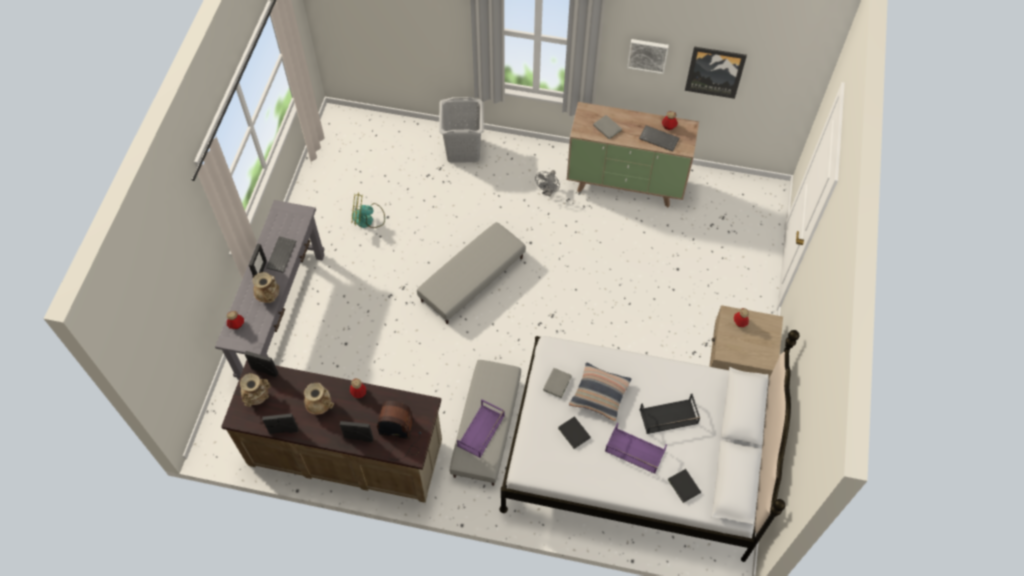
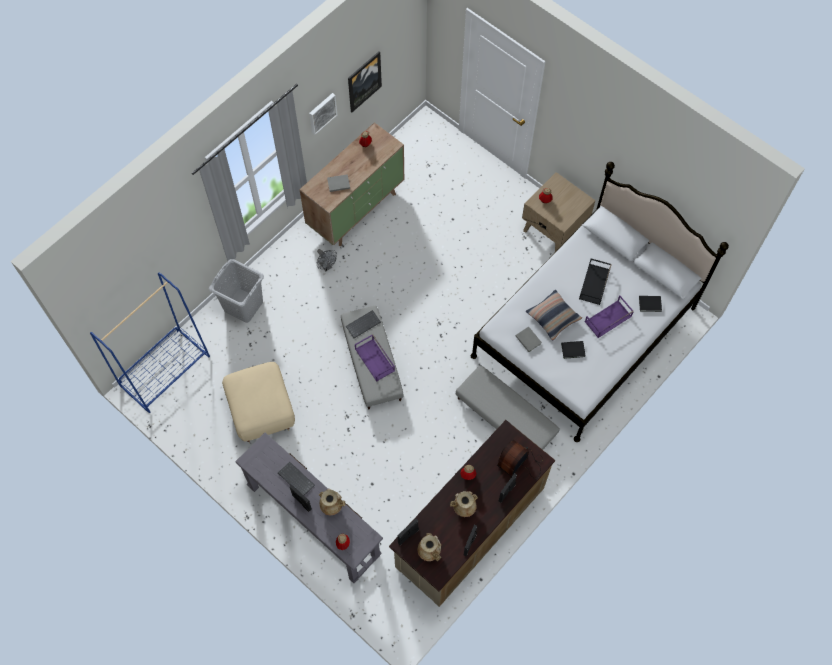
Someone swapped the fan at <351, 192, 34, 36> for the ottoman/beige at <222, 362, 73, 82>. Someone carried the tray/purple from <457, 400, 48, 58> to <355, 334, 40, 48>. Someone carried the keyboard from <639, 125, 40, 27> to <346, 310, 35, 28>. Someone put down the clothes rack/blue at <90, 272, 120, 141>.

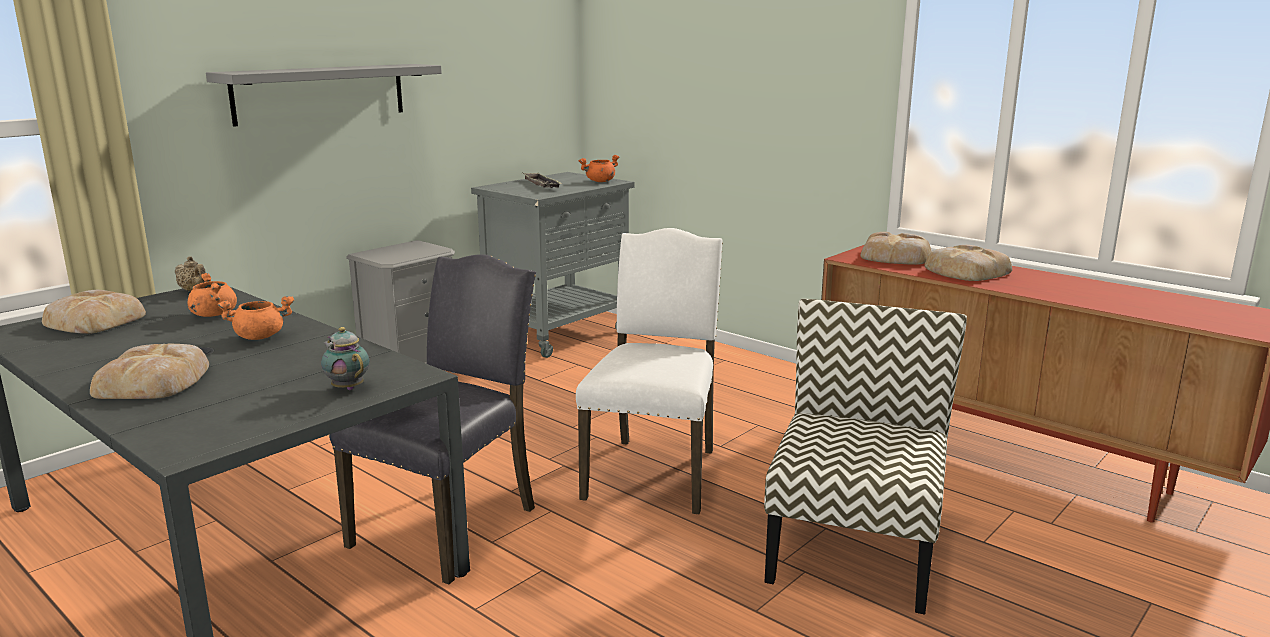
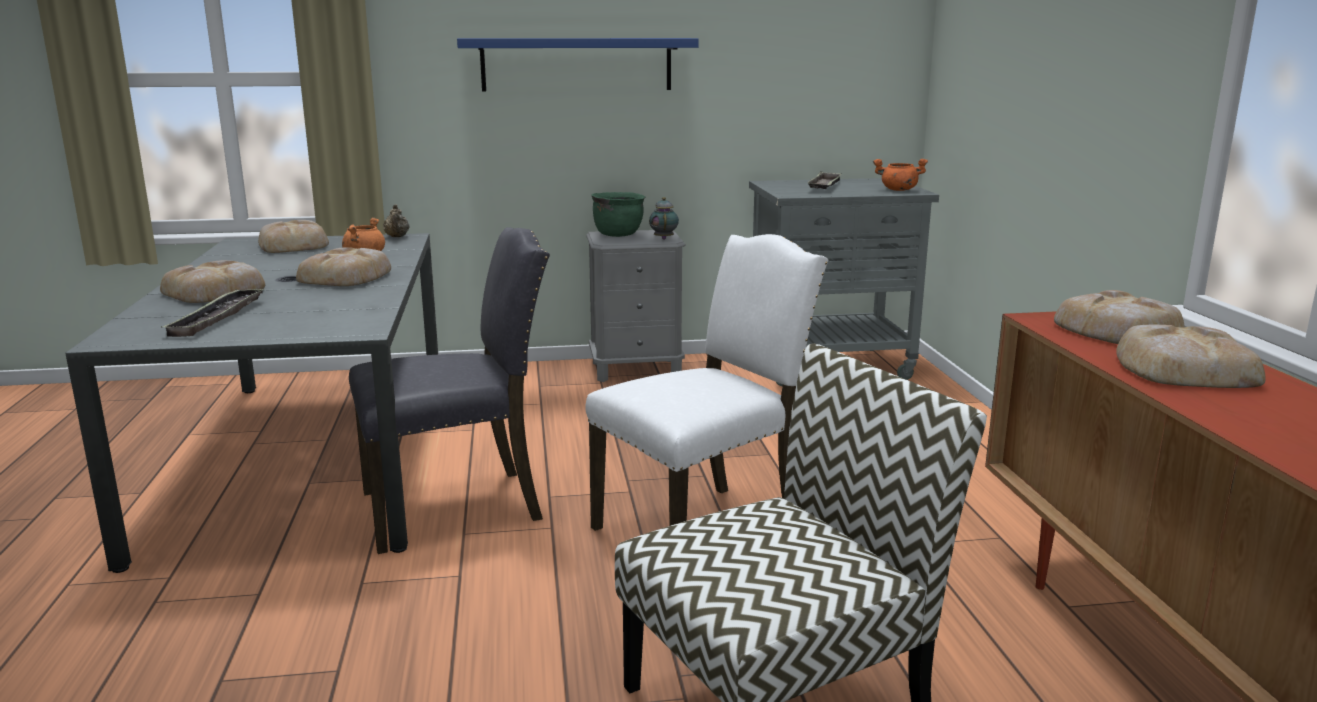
Someone repainted the shelf/grey at <206, 64, 236, 63>, which became the shelf/blue at <457, 38, 242, 54>. Someone swapped the cooking pot/orange at <218, 296, 76, 44> for the bread at <296, 247, 95, 39>. Someone carried the teapot from <321, 327, 48, 63> to <649, 197, 30, 43>. Someone put down the tray at <161, 289, 103, 48>. Someone put down the cooking pot/green at <591, 192, 54, 45>.

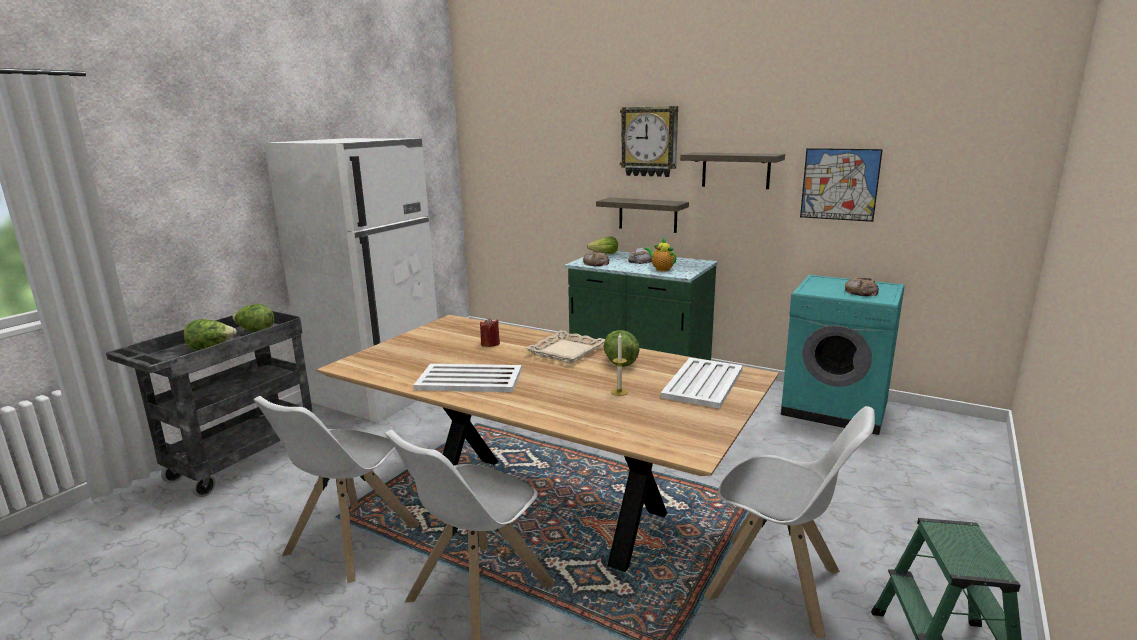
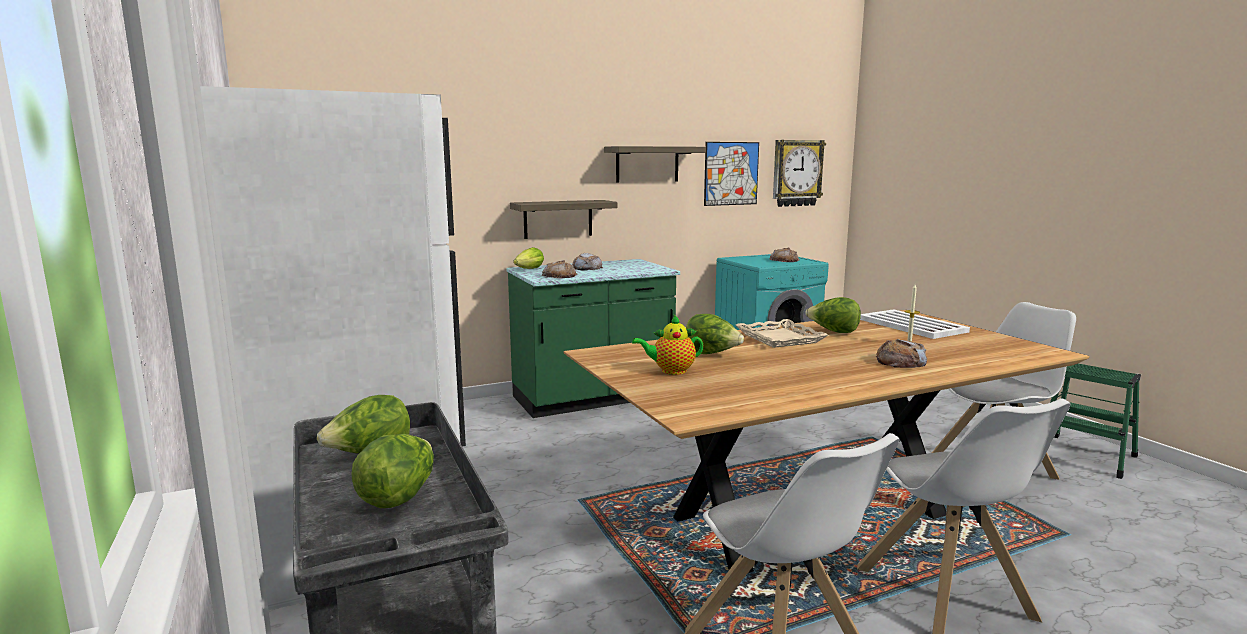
Someone took away the tray/white at <413, 364, 109, 28>. Someone swapped the candle/red at <480, 317, 20, 30> for the lettuce at <686, 314, 58, 40>. Someone carried the wall clock from <620, 106, 58, 71> to <773, 140, 53, 67>. Someone carried the teapot from <645, 238, 32, 33> to <632, 315, 71, 60>. Someone put down the bread at <876, 339, 51, 29>.

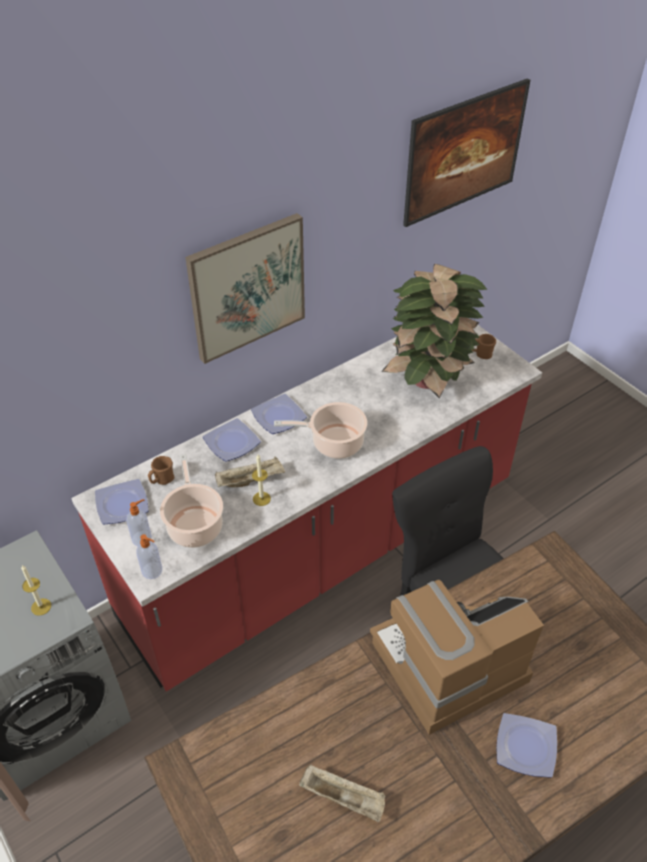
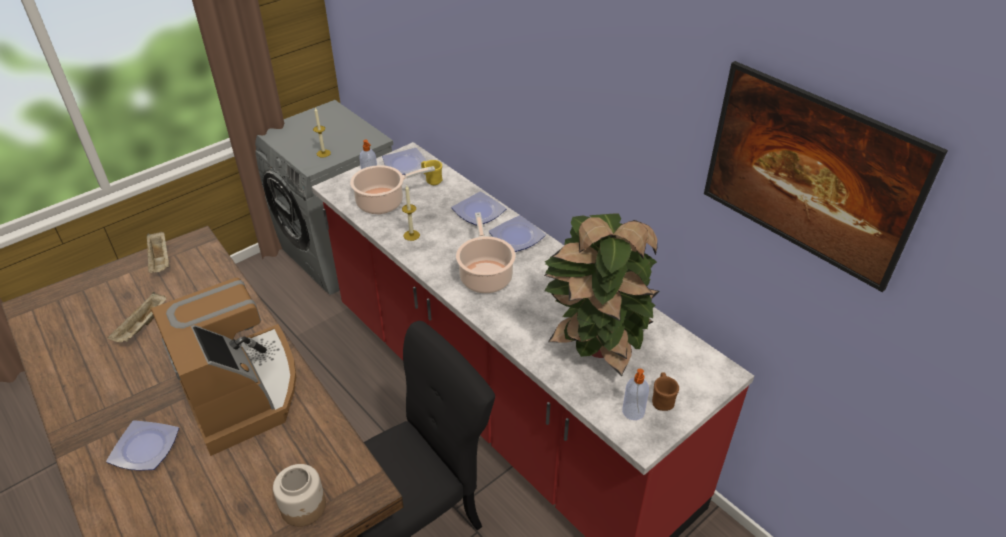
Someone carried the soap dispenser from <137, 534, 25, 45> to <622, 369, 27, 51>. Someone repainted the mug/brown at <148, 456, 26, 29>, which became the mug/yellow at <421, 160, 22, 25>. Someone took away the picture at <185, 213, 120, 151>. Someone carried the tray/beige from <215, 457, 70, 30> to <147, 231, 22, 42>. Someone put down the jar at <273, 464, 53, 63>.

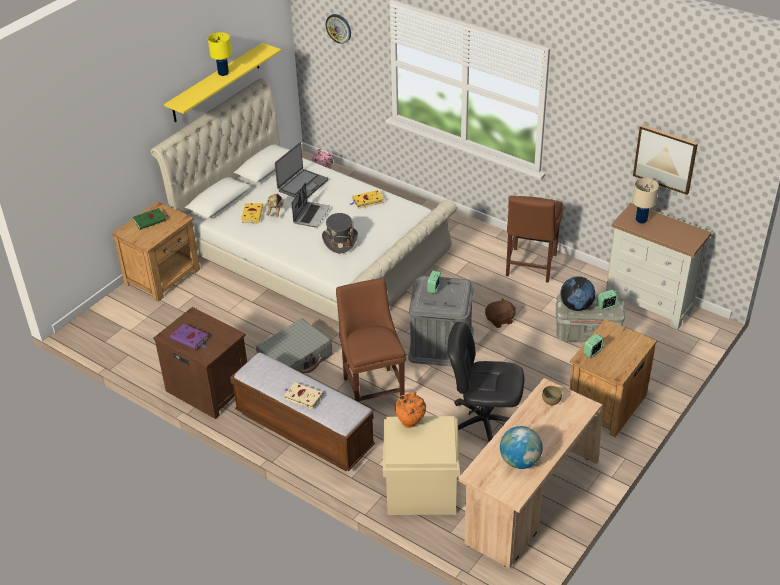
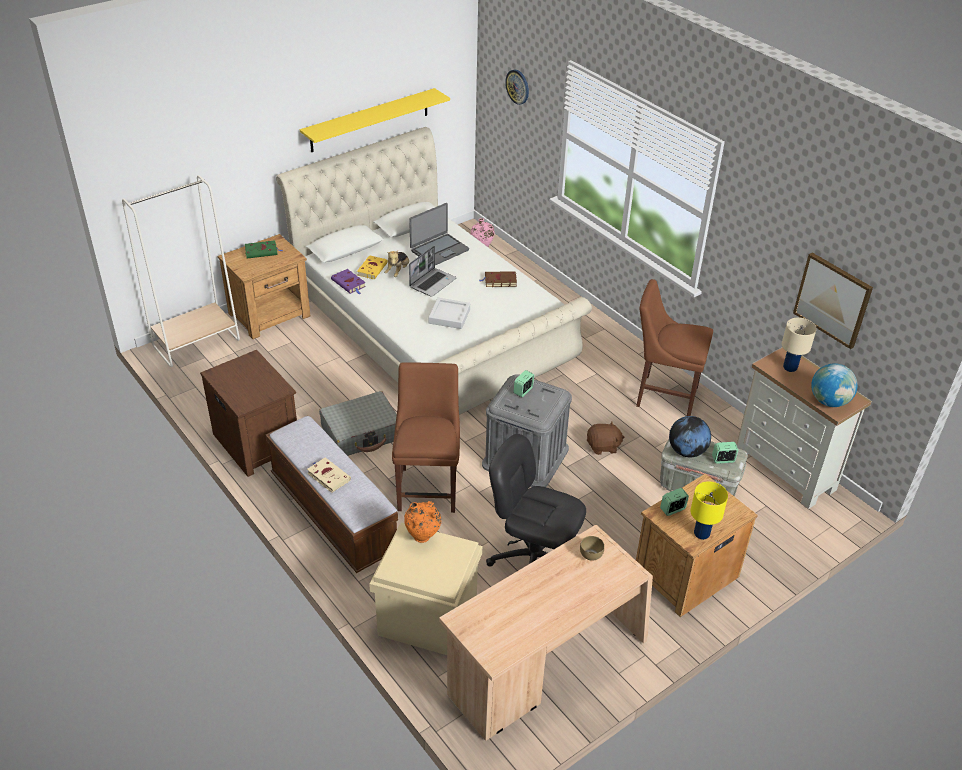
Someone carried the book/purple from <170, 324, 39, 26> to <331, 269, 35, 25>. Someone carried the table lamp/yellow from <208, 32, 24, 44> to <691, 481, 37, 59>. Someone swapped the hat/grey at <322, 213, 36, 41> for the tray/grey at <428, 298, 42, 31>. Someone repainted the book/yellow at <350, 190, 34, 19>, which became the book/brown at <480, 271, 37, 16>. Someone carried the globe from <500, 426, 43, 43> to <811, 363, 47, 44>. Someone rotated the chair/brown at <506, 195, 57, 88> by 75 degrees clockwise. Someone put down the clothes rack at <122, 175, 118, 192>.

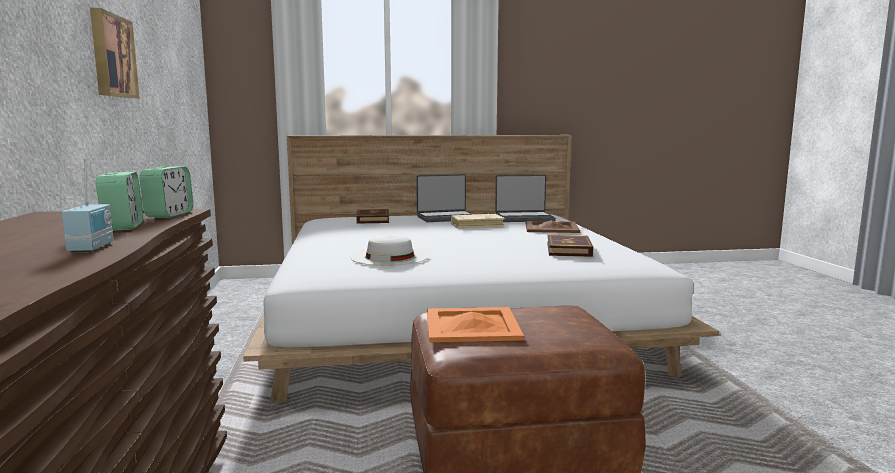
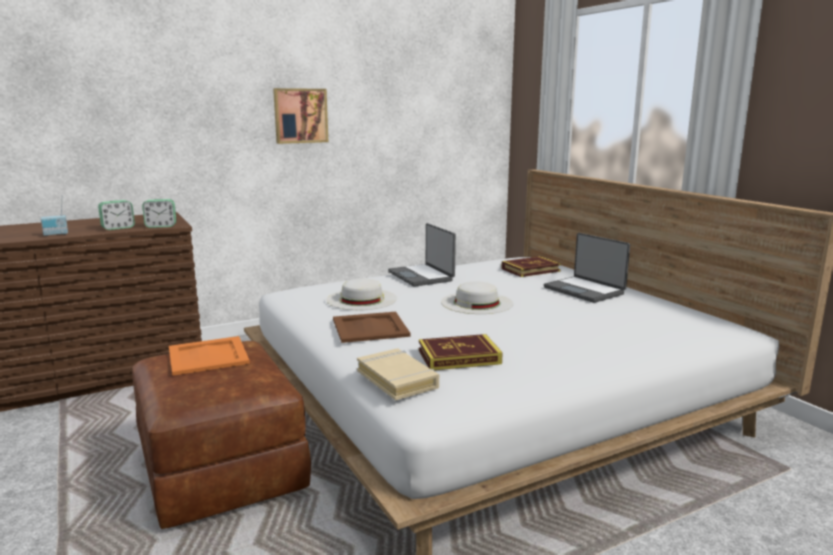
Someone carried the book/beige from <451, 214, 53, 15> to <357, 348, 82, 52>. Someone carried the laptop from <495, 175, 61, 47> to <388, 223, 68, 64>. Someone carried the tray/brown from <526, 220, 54, 13> to <333, 312, 78, 31>. Someone put down the hat/white at <441, 282, 72, 32>.

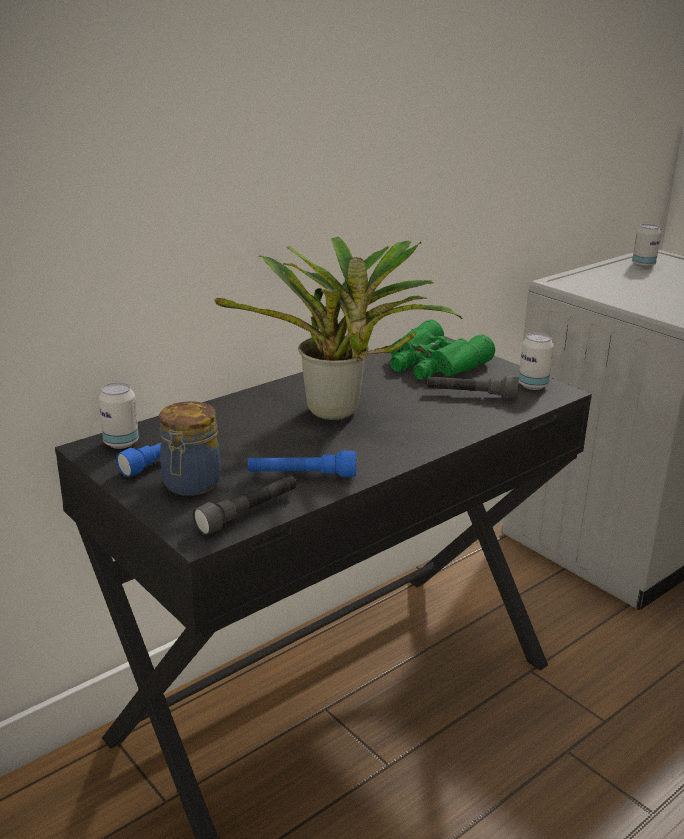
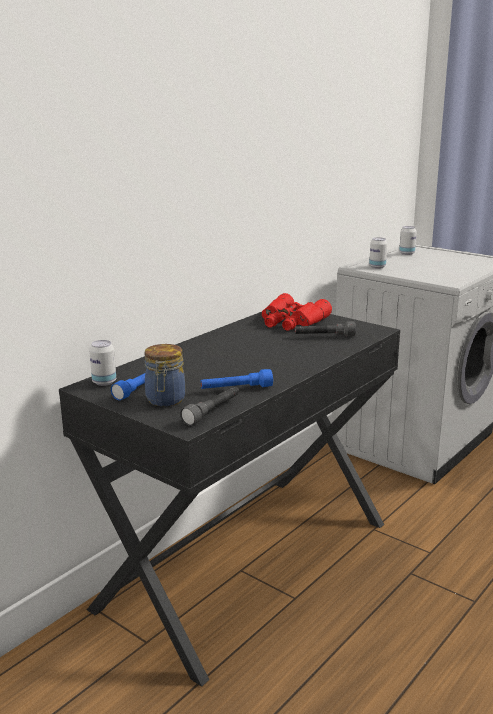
Someone took away the potted plant at <214, 237, 249, 183>. Someone repainted the binoculars/green at <390, 320, 105, 60>, which became the binoculars/red at <262, 293, 70, 38>. Someone carried the can from <519, 332, 35, 58> to <369, 237, 18, 32>.

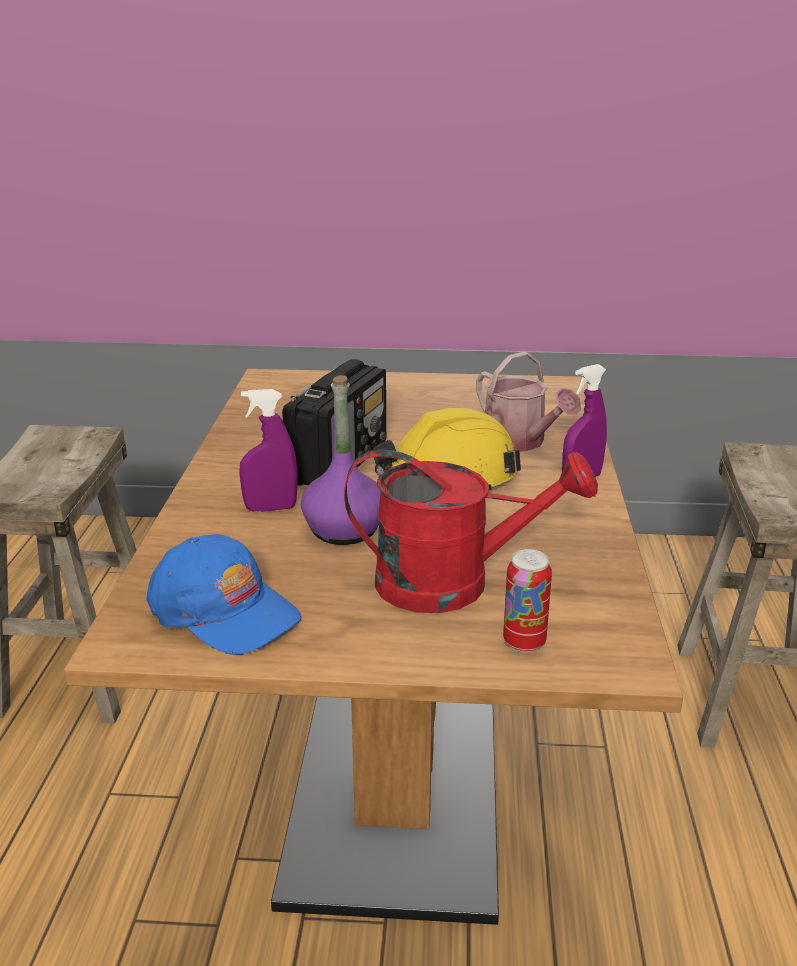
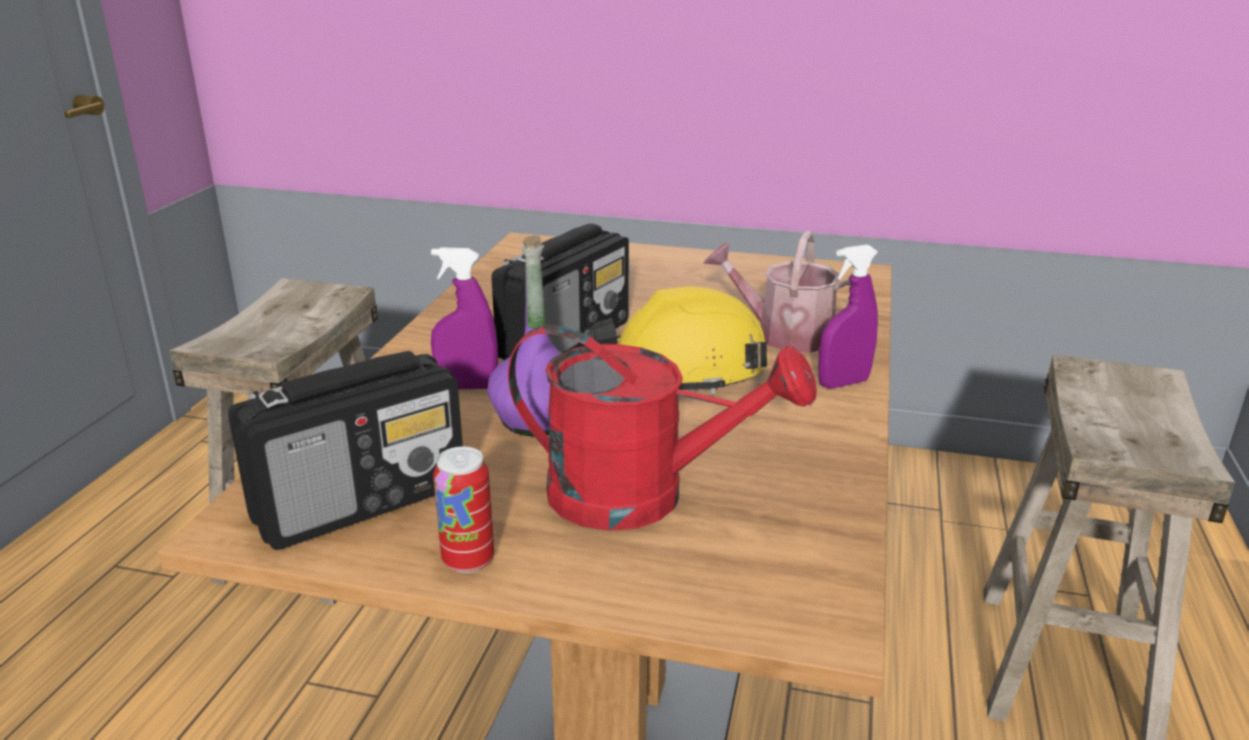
Someone swapped the cap/blue at <147, 534, 154, 121> for the radio at <228, 351, 235, 199>. Someone rotated the watering can at <476, 351, 105, 101> by 135 degrees clockwise. Someone carried the can from <503, 549, 49, 103> to <433, 447, 61, 126>.

